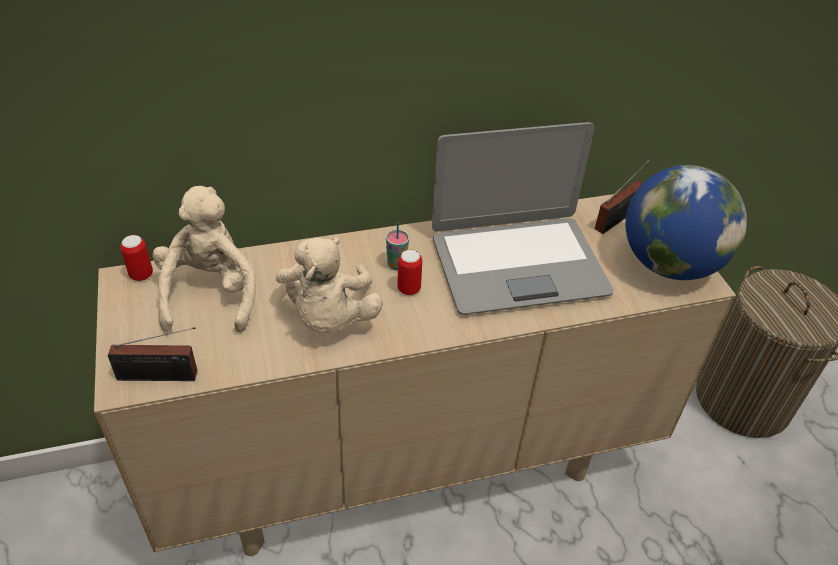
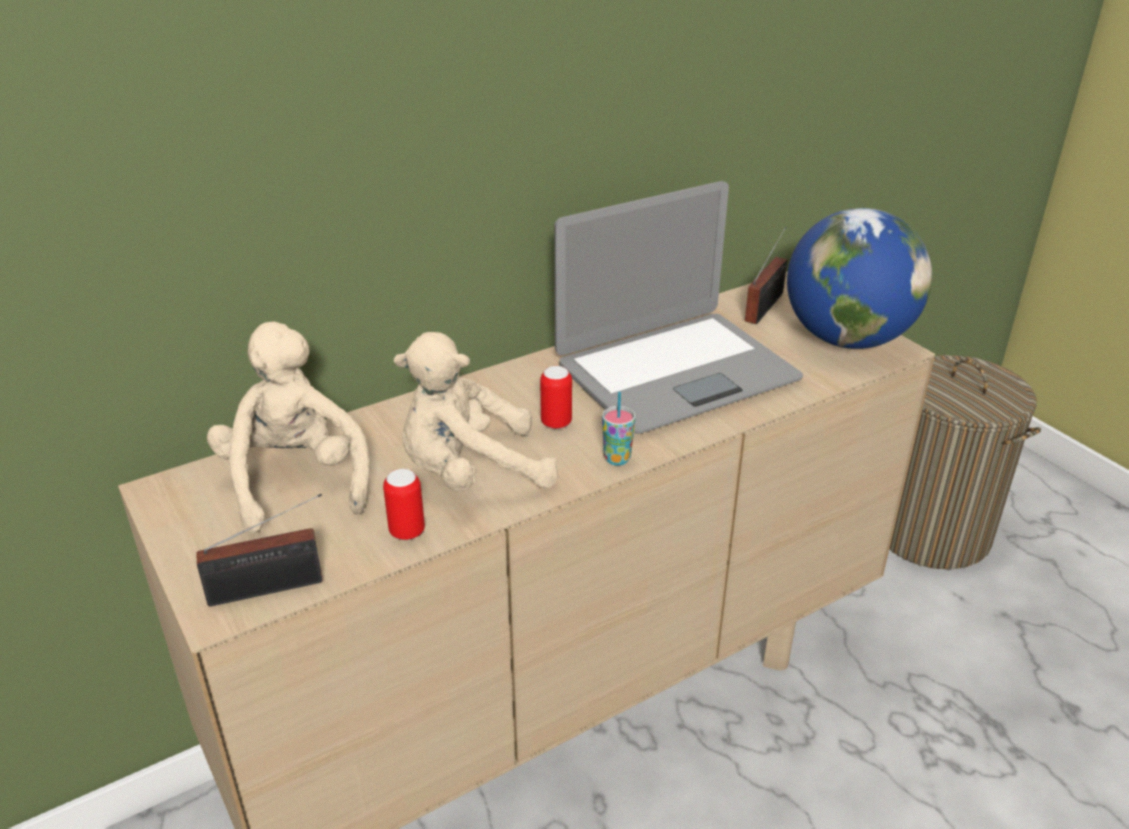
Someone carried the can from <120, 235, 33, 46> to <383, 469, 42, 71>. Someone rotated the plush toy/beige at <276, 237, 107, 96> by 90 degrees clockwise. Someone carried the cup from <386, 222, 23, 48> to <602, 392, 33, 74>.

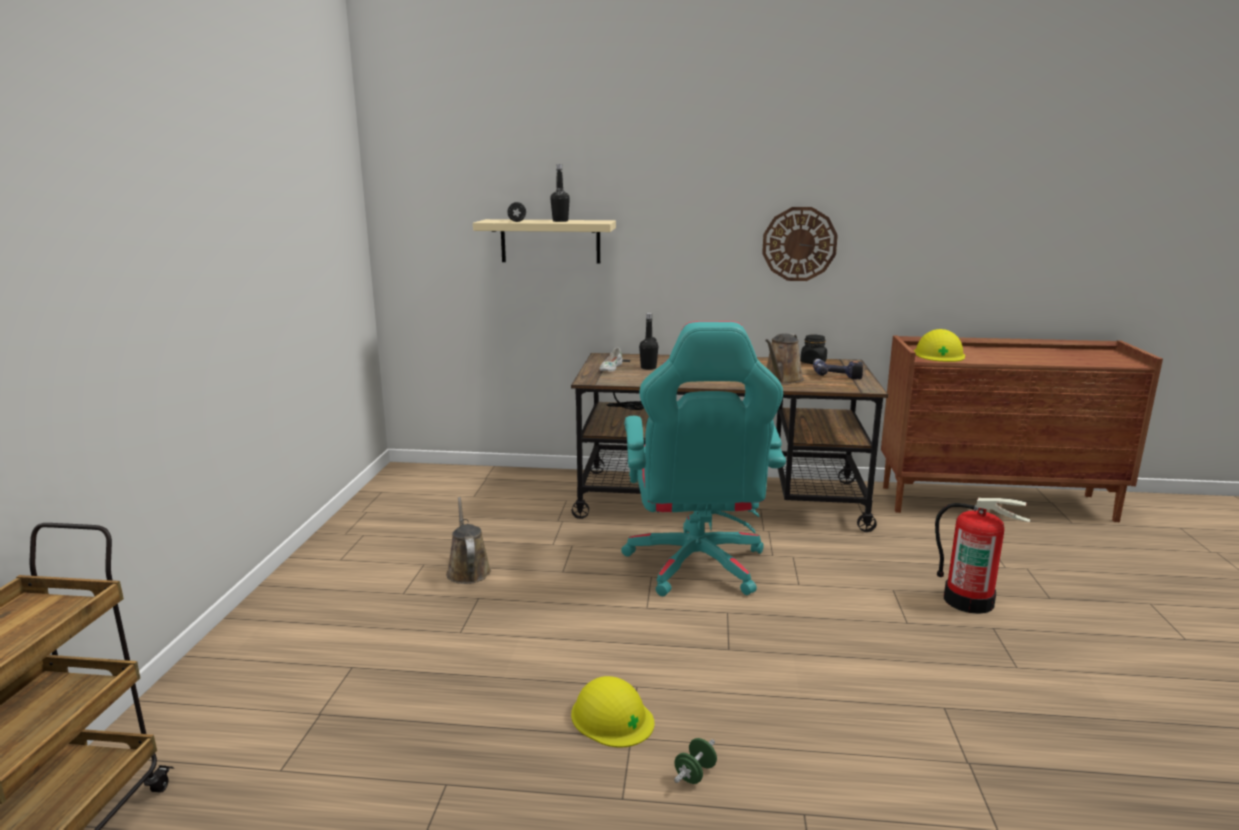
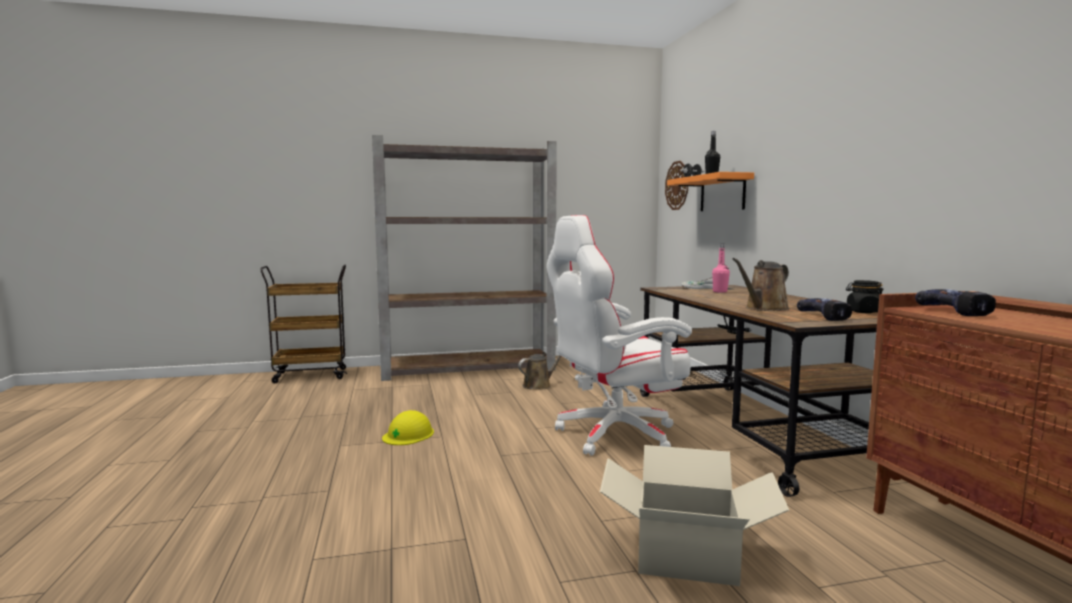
Someone repainted the shelf/beige at <473, 219, 143, 45>, which became the shelf/orange at <667, 172, 87, 39>. Someone repainted the office chair/turquoise at <621, 321, 165, 275>, which became the office chair/white at <547, 215, 145, 241>. Someone repainted the bottle/black at <639, 313, 20, 57>, which became the bottle/pink at <712, 244, 18, 49>. Someone took away the dumbbell/green at <674, 738, 43, 46>. Someone carried the wall clock from <762, 207, 76, 74> to <665, 161, 23, 49>. Someone rotated the watering can/brown at <765, 334, 39, 50> by 45 degrees counterclockwise. Someone swapped the hard hat/yellow at <914, 329, 51, 33> for the power drill at <915, 289, 81, 27>. Someone swapped the fire extinguisher at <935, 498, 96, 116> for the cardboard box at <600, 445, 189, 141>. Someone put down the bookcase/brown at <372, 135, 185, 246>.

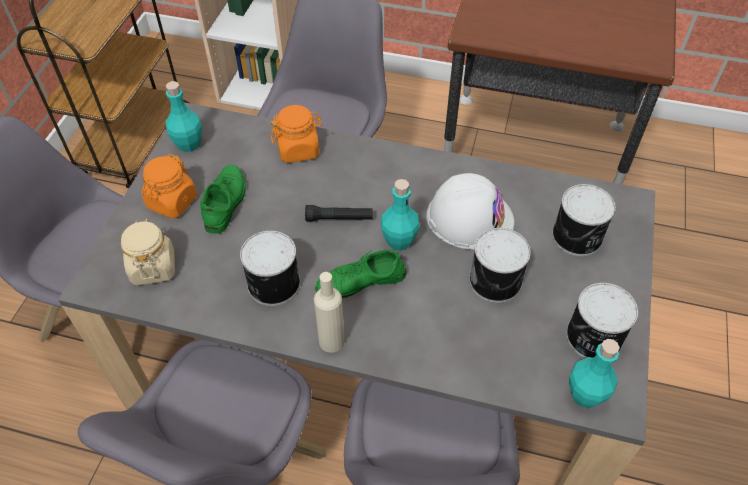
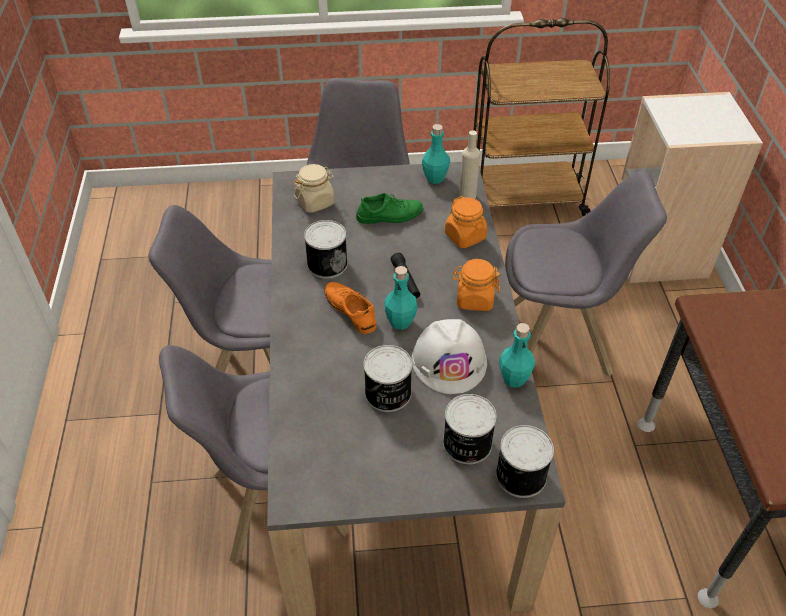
Someone carried the jar/orange from <142, 154, 55, 64> to <453, 259, 47, 52>. Someone carried the bottle/beige from <314, 272, 31, 81> to <459, 130, 21, 69>. Someone repainted the shoe/green at <315, 250, 91, 48>, which became the shoe/orange at <324, 282, 53, 52>. Someone carried the can from <566, 283, 72, 75> to <496, 425, 58, 73>. Someone carried the bottle/turquoise from <569, 339, 51, 69> to <499, 323, 36, 65>.

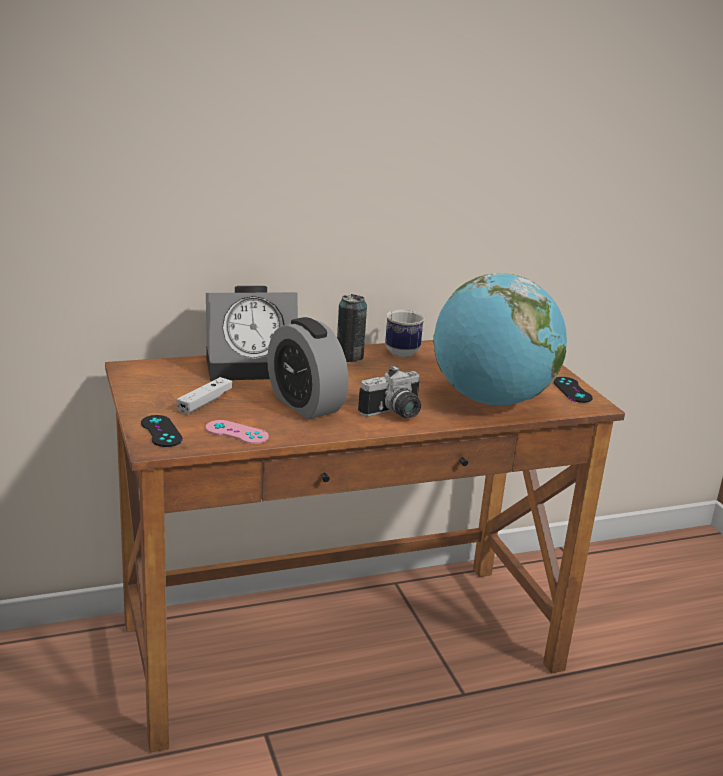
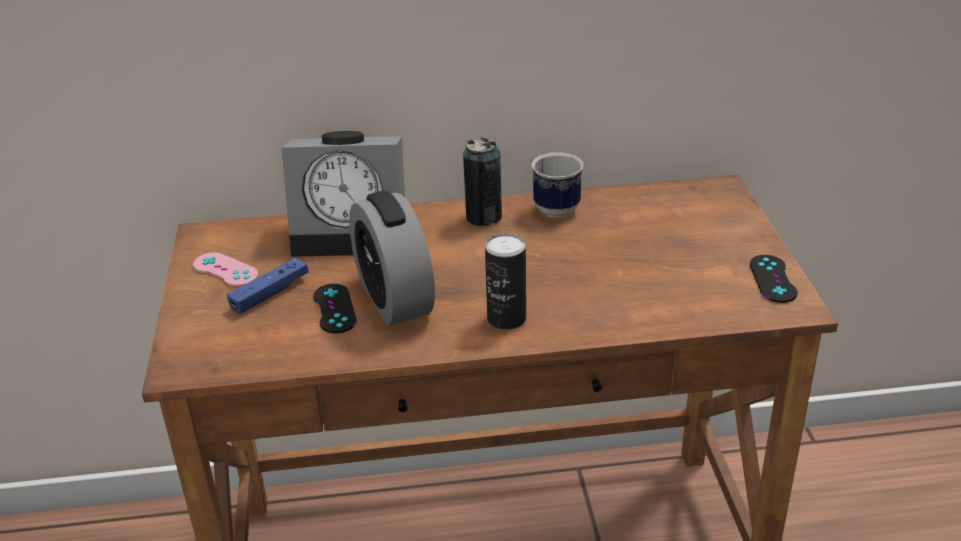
Someone carried the game controller/black from <141, 415, 42, 32> to <313, 284, 44, 49>. Someone repainted the game controller/white at <177, 377, 55, 37>, which became the game controller/blue at <227, 258, 82, 56>. Someone carried the game controller/pink from <206, 420, 63, 24> to <193, 252, 66, 35>. Someone swapped the photo camera at <358, 365, 63, 53> for the can at <485, 233, 41, 97>. Someone took away the globe at <433, 273, 134, 133>.

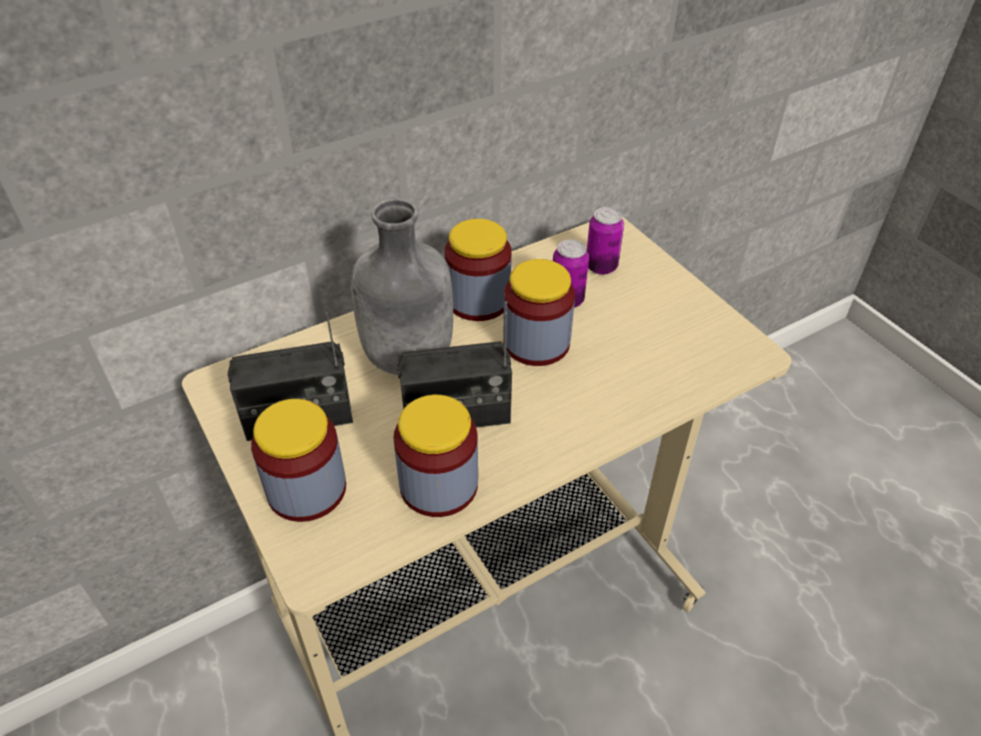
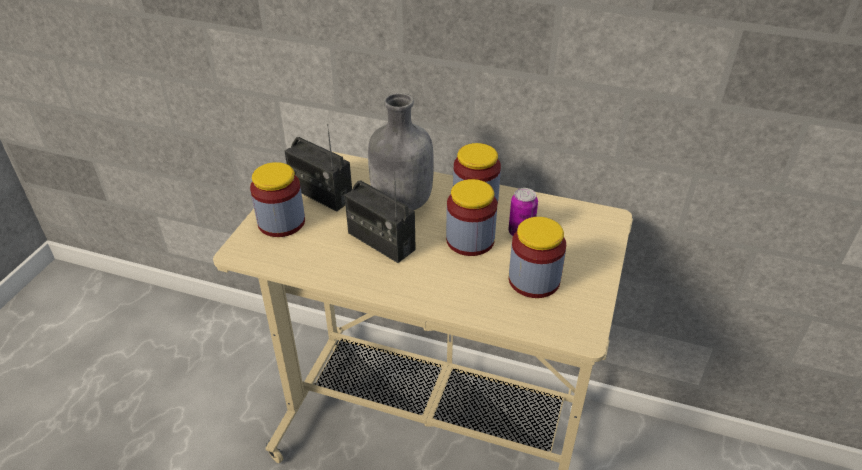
Someone carried the jar from <393, 395, 85, 122> to <509, 217, 57, 81>. Someone took away the can at <587, 207, 37, 68>.

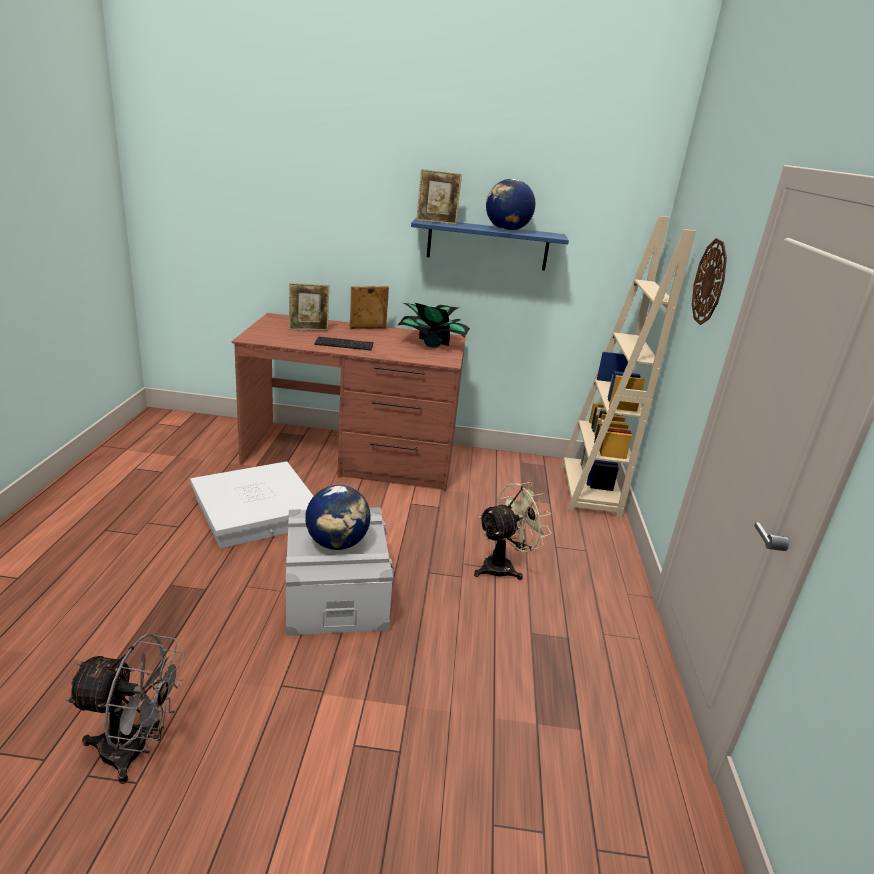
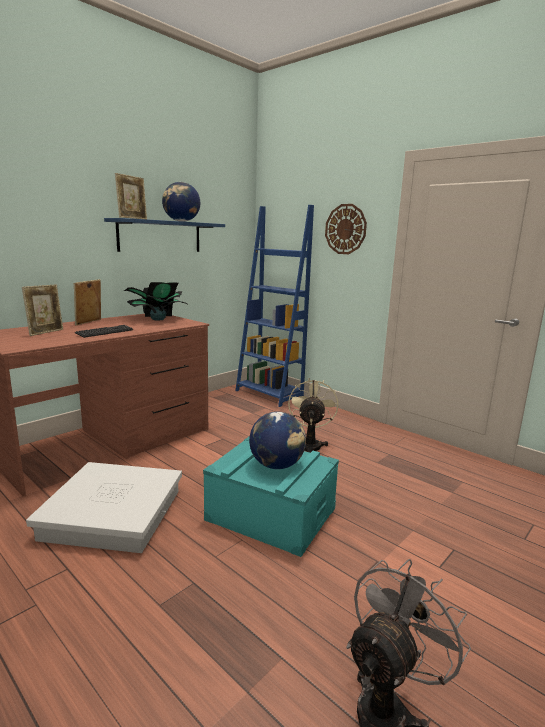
Someone repainted the storage box/grey at <286, 507, 108, 129>, which became the storage box/turquoise at <203, 436, 136, 121>. Someone repainted the bookcase/beige at <560, 216, 136, 302>, which became the bookcase/blue at <235, 205, 79, 202>.

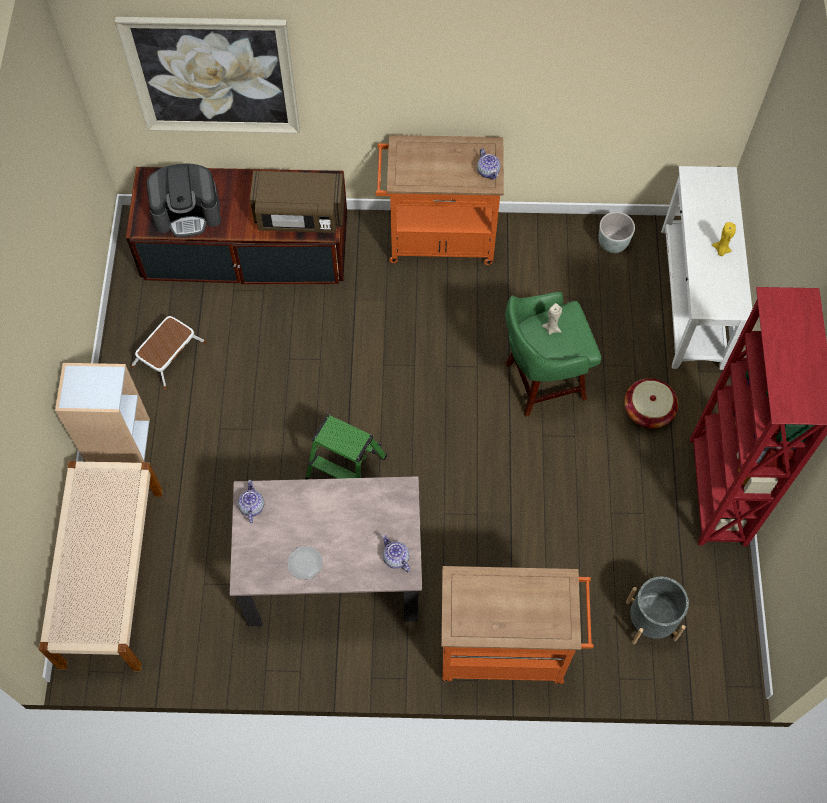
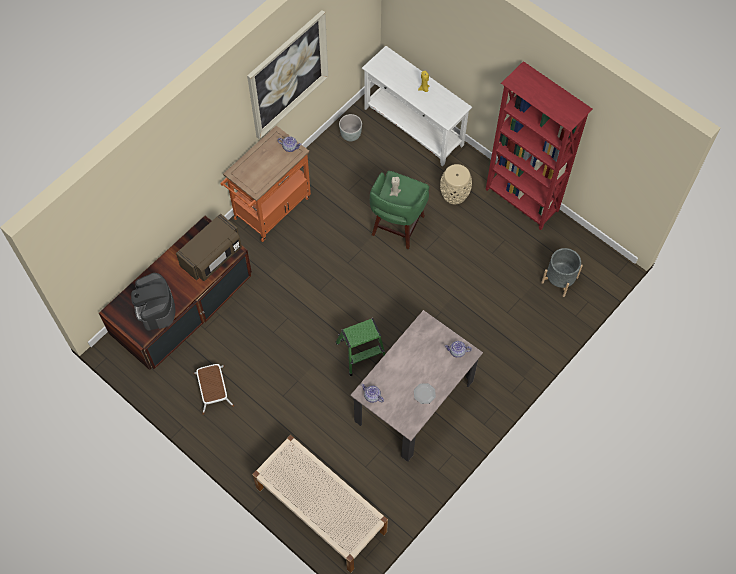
Someone took away the bookcase at <55, 363, 95, 100>. Someone carried the picture from <115, 17, 185, 117> to <247, 10, 81, 130>. Someone rotated the coffee machine at <146, 163, 75, 74> by 135 degrees clockwise. Someone took away the cart/orange at <441, 566, 153, 118>. Someone swapped the basket at <624, 378, 54, 50> for the stool/beige at <440, 164, 32, 40>.

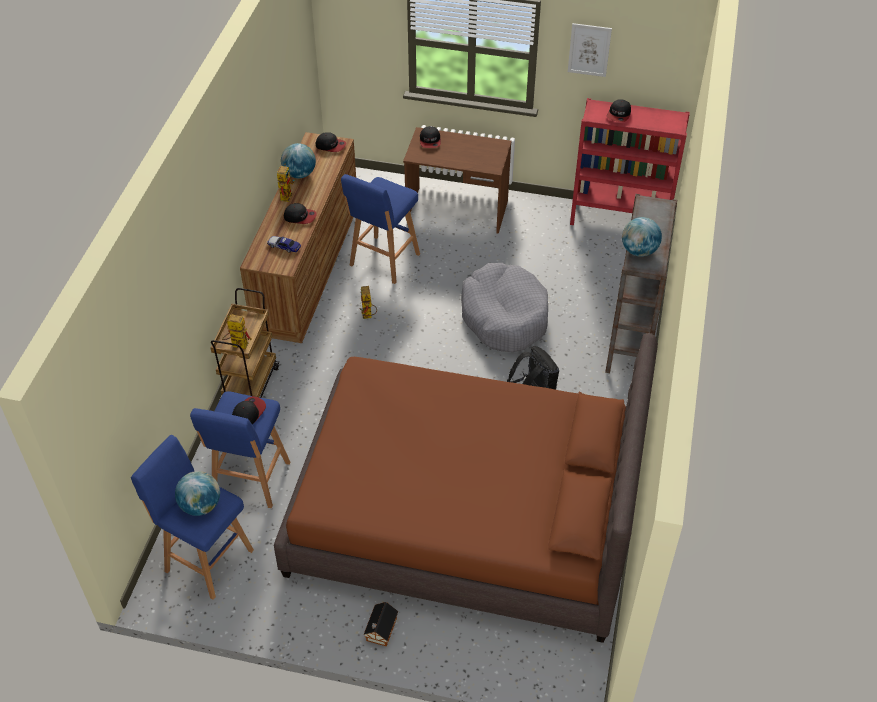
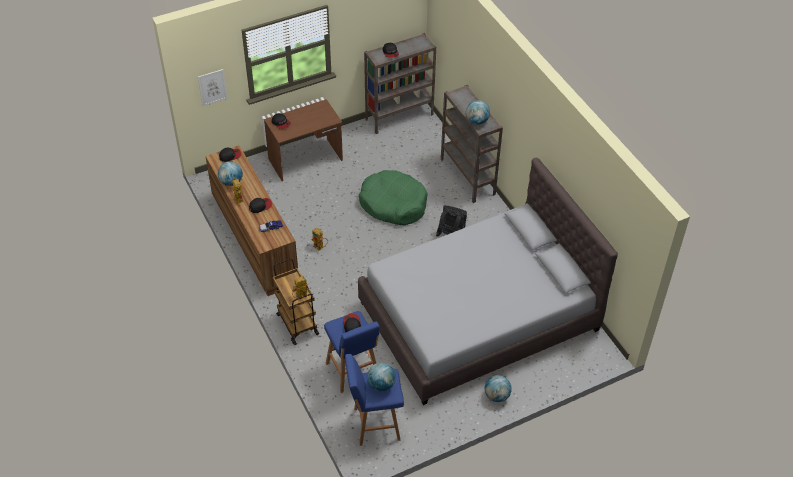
Someone repainted the bed/brown at <274, 333, 384, 310>, which became the bed/grey at <358, 158, 260, 247>. Someone took away the stool/blue at <341, 174, 79, 110>. Someone swapped the toy house at <364, 602, 34, 45> for the globe at <485, 375, 27, 27>. Someone repainted the dog bed/grey at <461, 263, 87, 89>, which became the dog bed/green at <359, 170, 69, 55>. Someone carried the picture from <568, 23, 44, 54> to <198, 69, 30, 37>. Someone repainted the bookcase/red at <570, 98, 120, 127>, which became the bookcase/grey at <364, 33, 72, 101>.

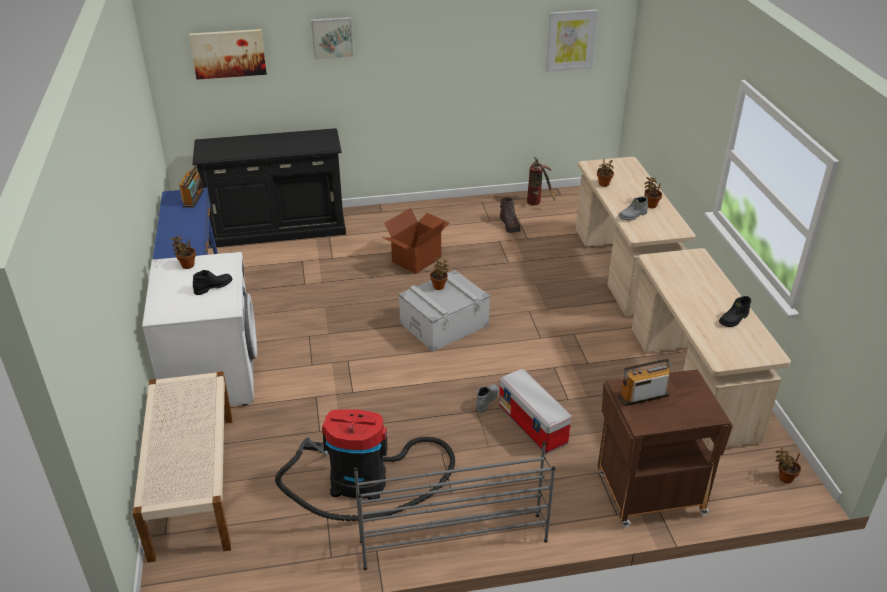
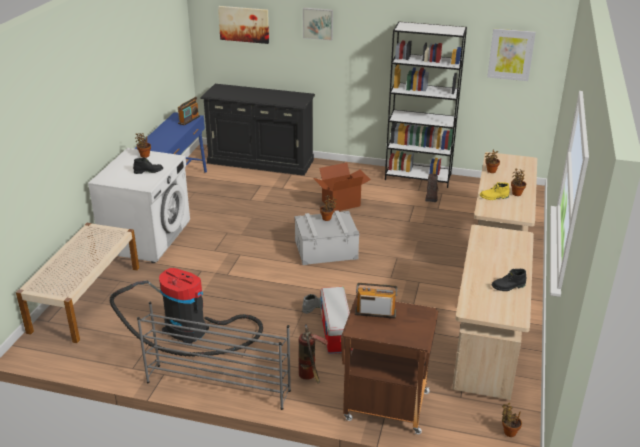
Someone carried the fire extinguisher from <527, 156, 29, 49> to <299, 324, 29, 60>. Someone repainted the boot/grey at <618, 196, 30, 25>, which became the boot/yellow at <480, 182, 30, 18>. Someone put down the bookcase/white at <385, 21, 82, 167>.

